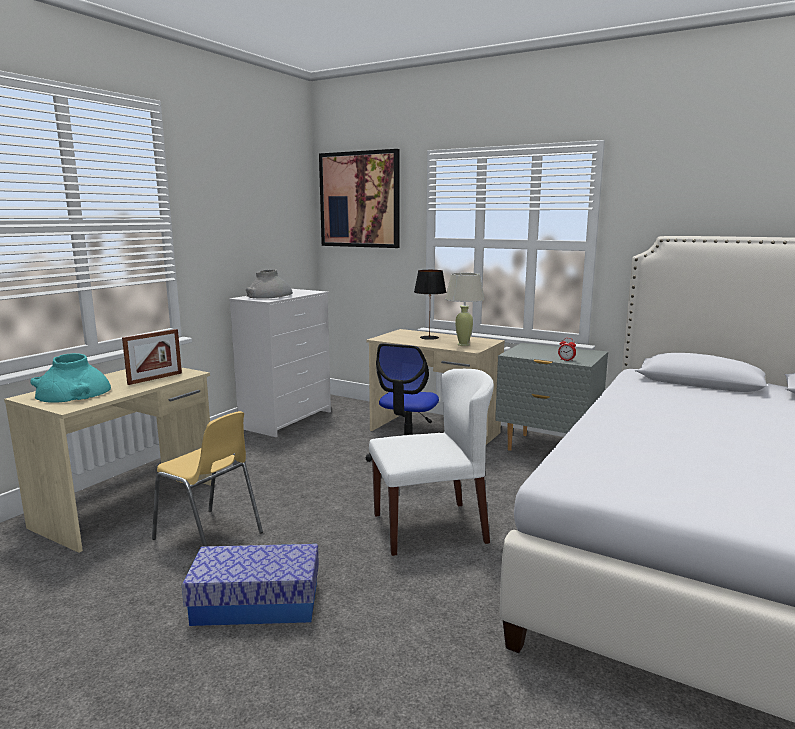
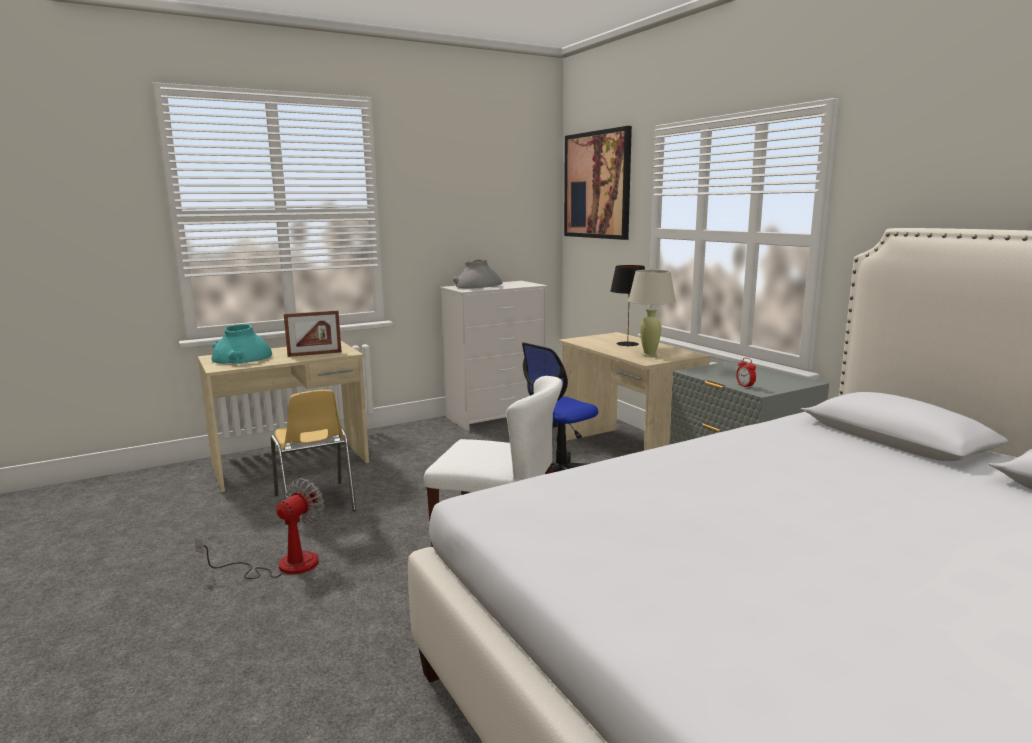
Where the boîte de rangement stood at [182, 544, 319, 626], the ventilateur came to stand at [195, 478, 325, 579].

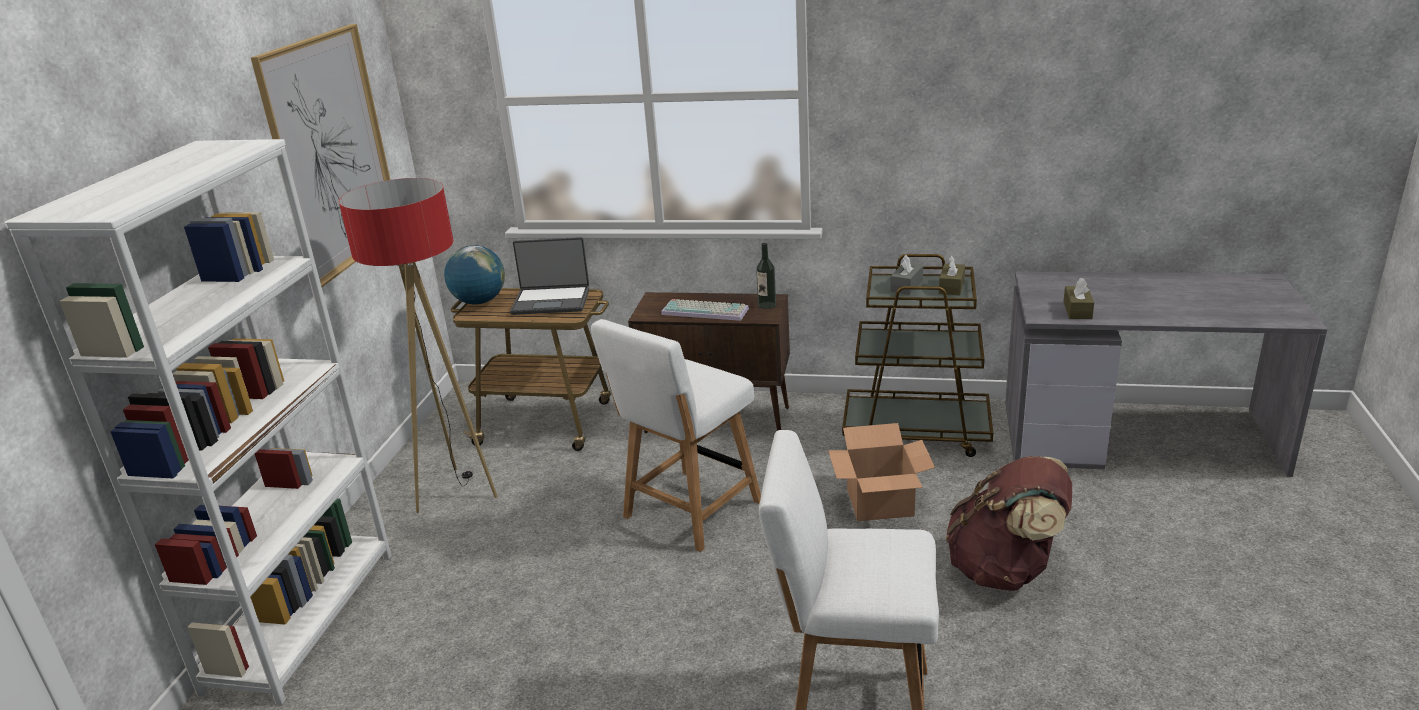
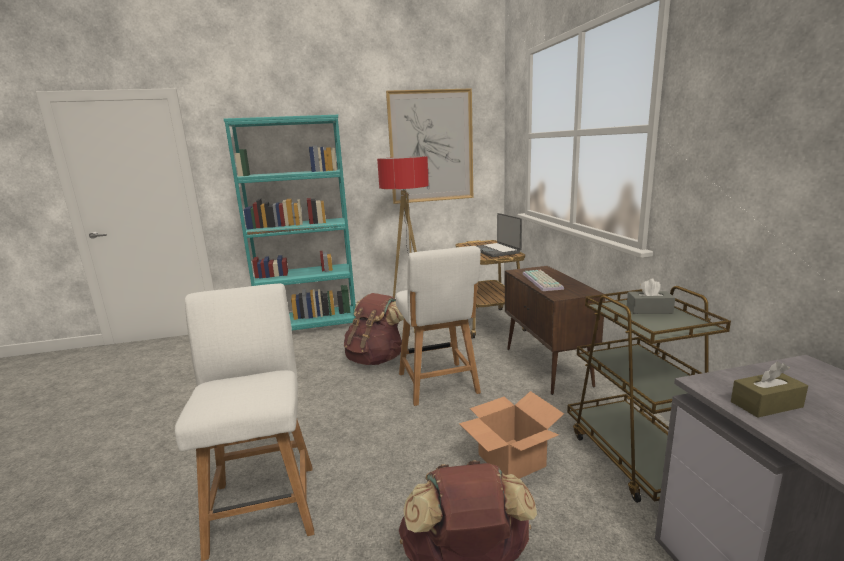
What was the bibliothèque/blanc at [5, 139, 392, 705] turned into the bibliothèque/turquoise at [224, 115, 356, 330].
The second view gained the sac à dos/marron at [344, 293, 404, 365].
The chaise/blanc at [591, 319, 761, 552] ended up facing another way, 120 degrees counterclockwise from before.
The second view lost the globe at [444, 245, 505, 305].
The second view lost the bouteille at [756, 243, 776, 309].
The second view lost the boîte à mouchoirs/marron at [939, 255, 965, 295].

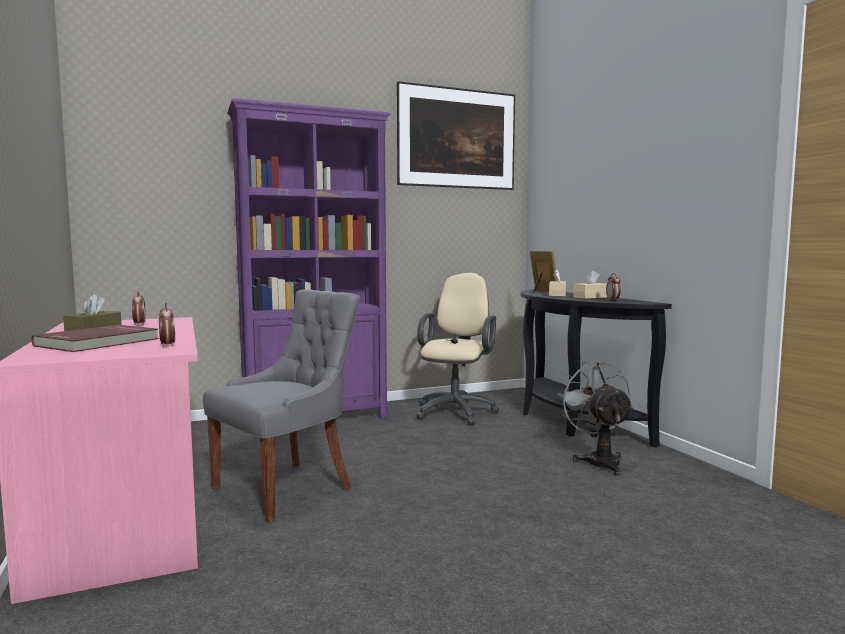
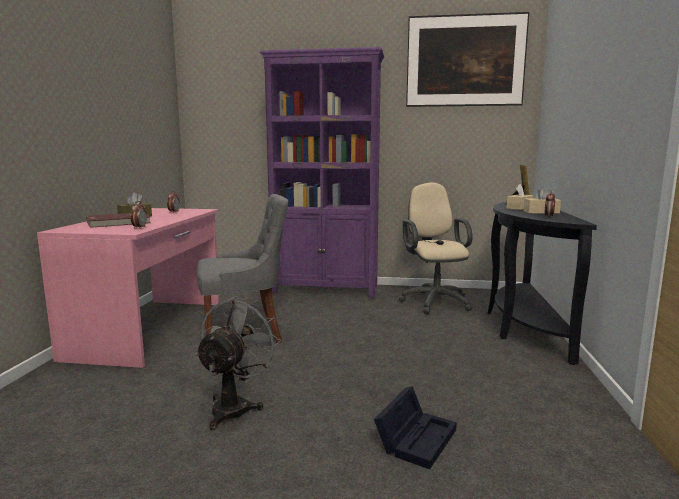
The ventilateur/gris ended up elsewhere, having gone from [557, 362, 633, 475] to [195, 296, 281, 430].
The second view gained the boîte de rangement/noir at [374, 386, 457, 470].
The chaise de bureau/beige at [416, 273, 499, 425] ended up facing another way, 60 degrees counterclockwise from before.

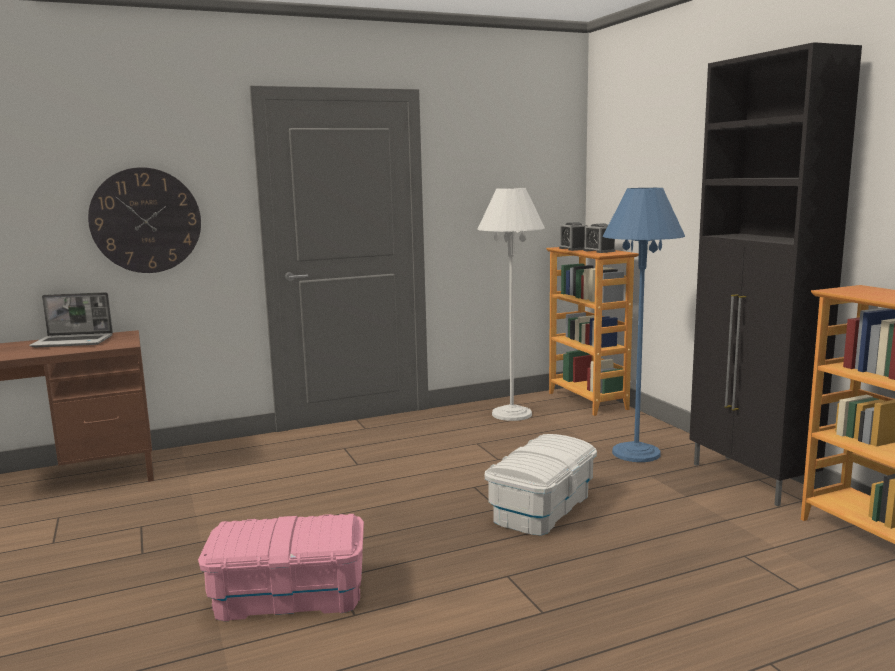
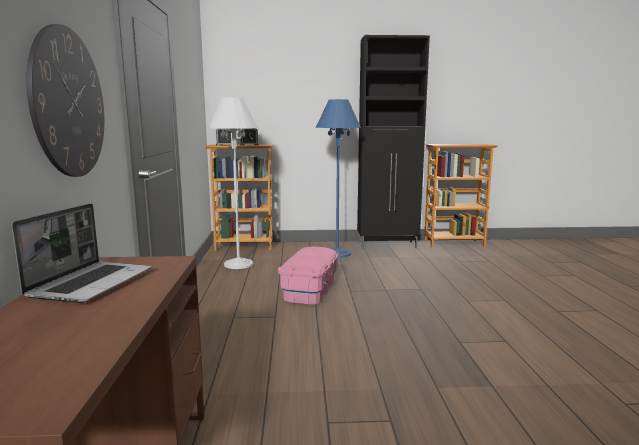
The boîte de rangement/rose ended up elsewhere, having gone from [198, 514, 364, 621] to [278, 247, 339, 304].
The second view lost the boîte de rangement/blanc at [485, 434, 597, 536].

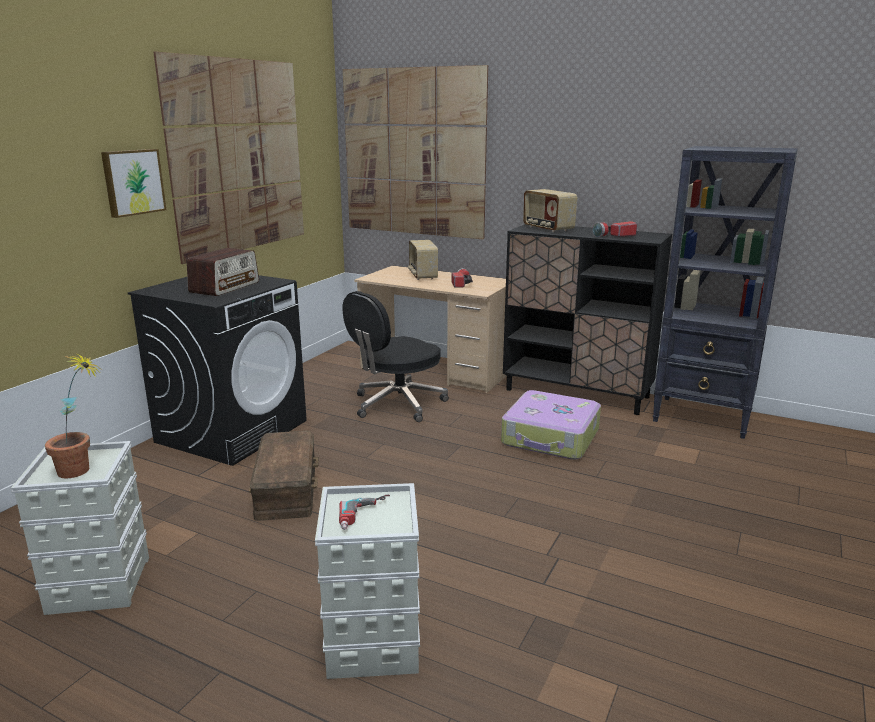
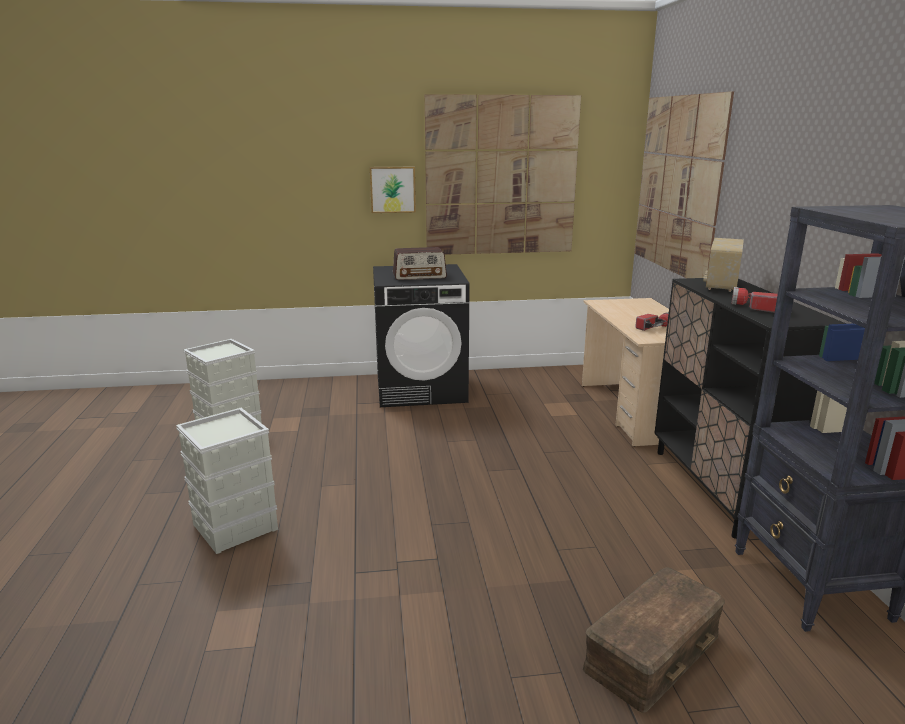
The boîte de rangement/marron ended up elsewhere, having gone from [249, 431, 319, 521] to [583, 567, 725, 713].
The second view lost the plante en pot at [45, 353, 103, 478].
The second view lost the perceuse at [339, 495, 390, 530].
The second view lost the chaise de bureau/noir at [342, 291, 449, 422].
The second view lost the radio at [408, 240, 438, 280].
The second view lost the valise at [501, 390, 601, 460].

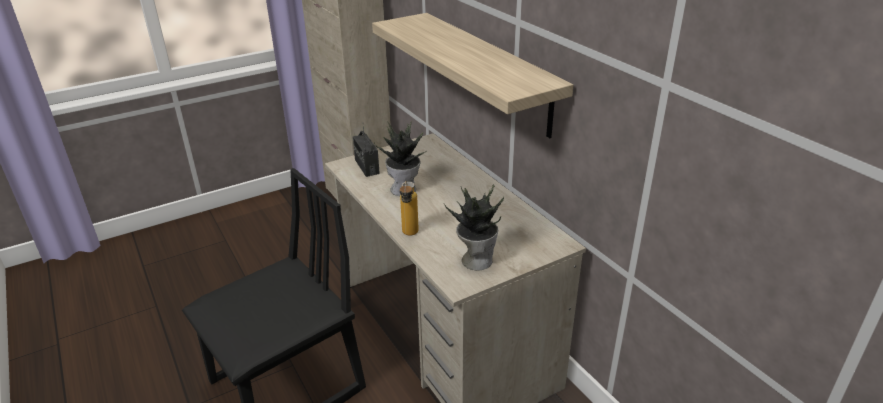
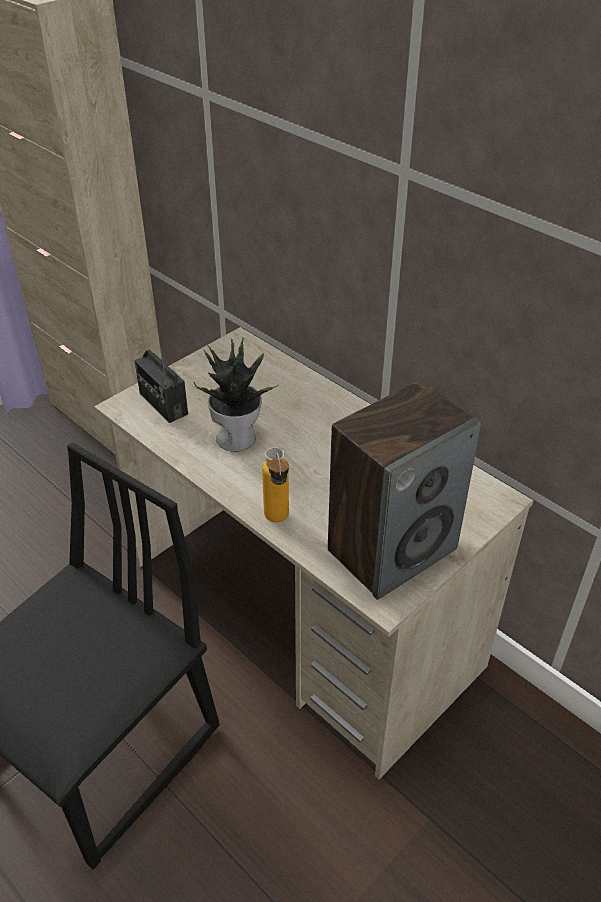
Where the plante en pot stood at [444, 184, 504, 271], the enceinte came to stand at [328, 380, 481, 600].
The second view lost the étagère at [372, 13, 573, 138].

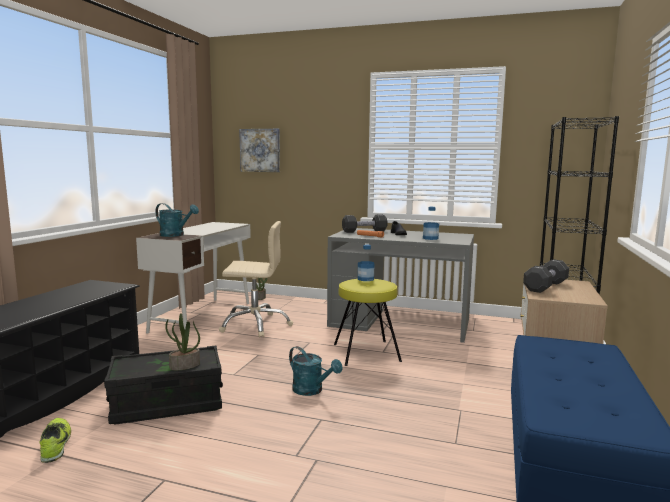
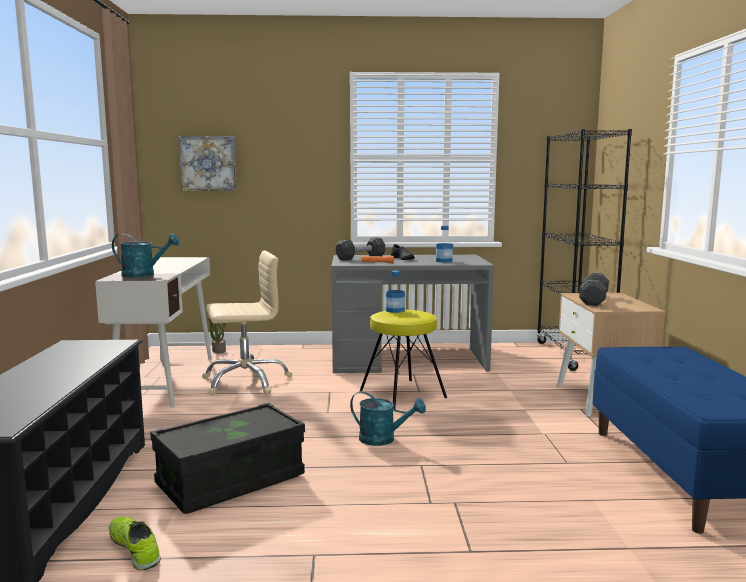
The second view lost the plante en pot at [165, 313, 200, 370].

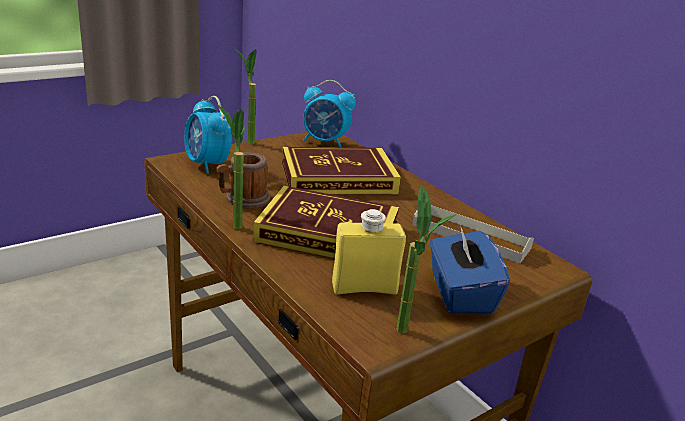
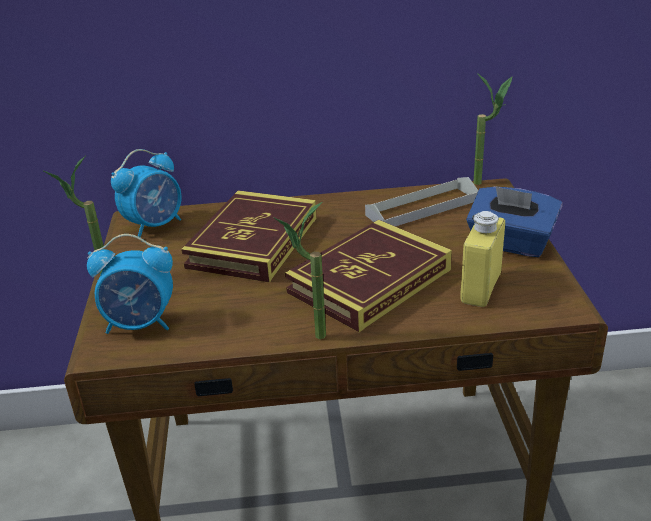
The plante en pot ended up elsewhere, having gone from [397, 184, 457, 334] to [473, 73, 512, 185].
The second view lost the mug at [216, 152, 270, 209].

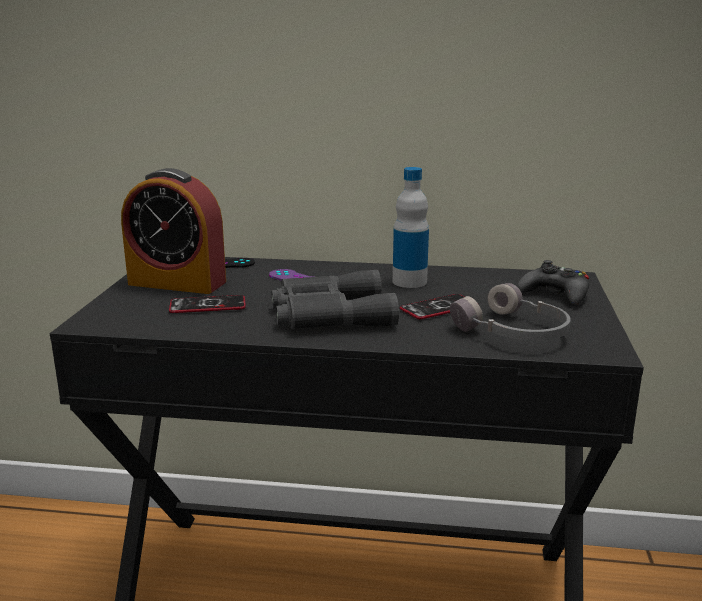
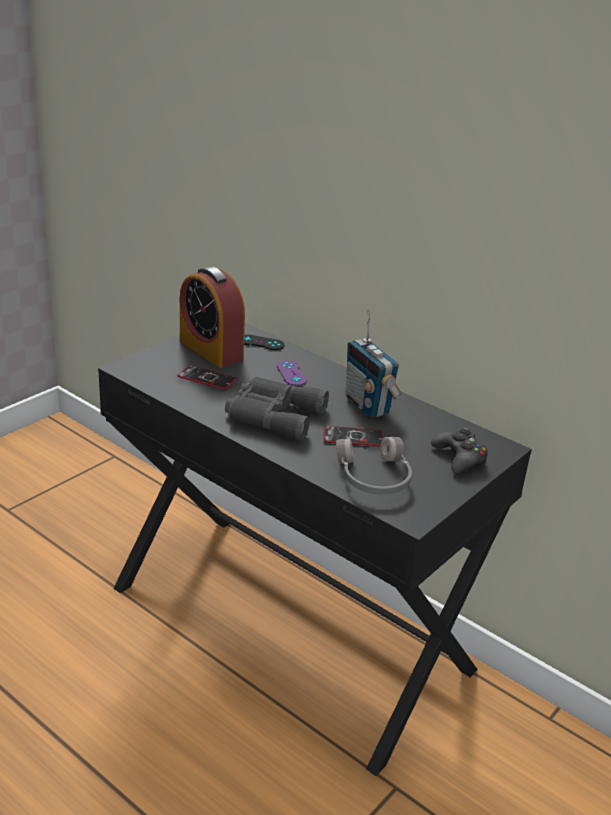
Where the bouteille stood at [393, 167, 429, 288], the radio came to stand at [345, 309, 402, 418].

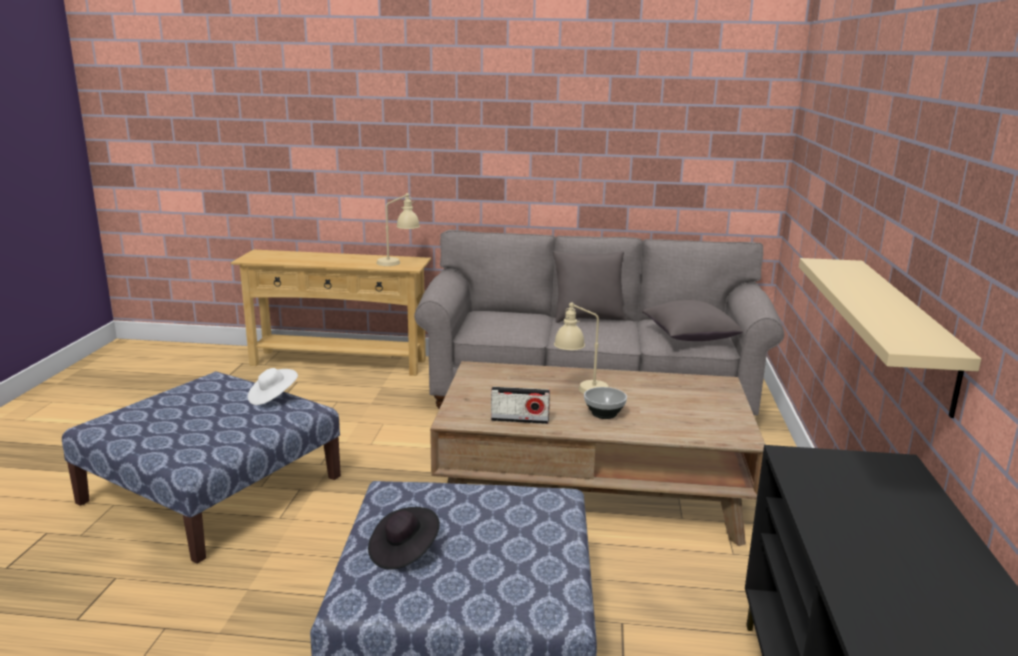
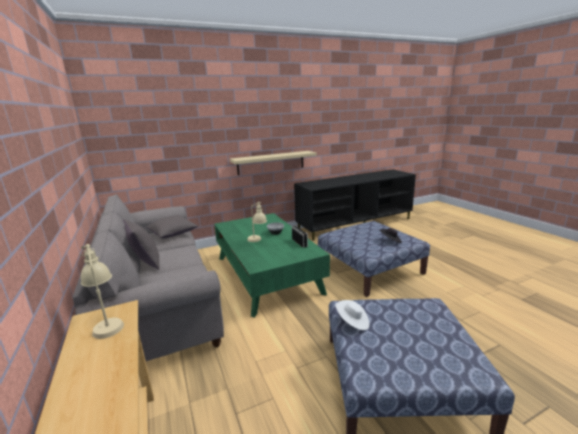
What was the table basse/marron at [430, 361, 766, 546] turned into the table basse/vert at [214, 213, 330, 318].

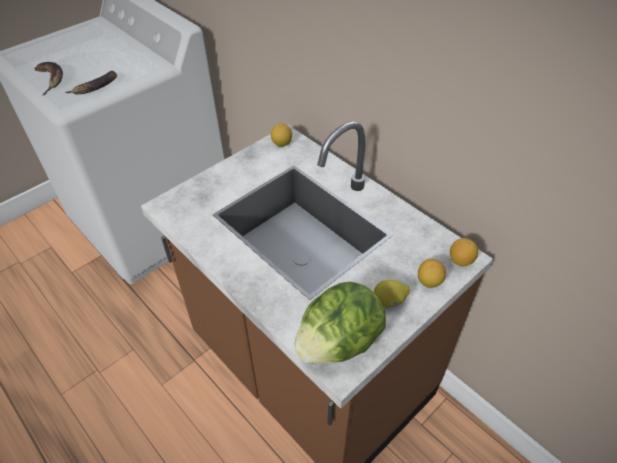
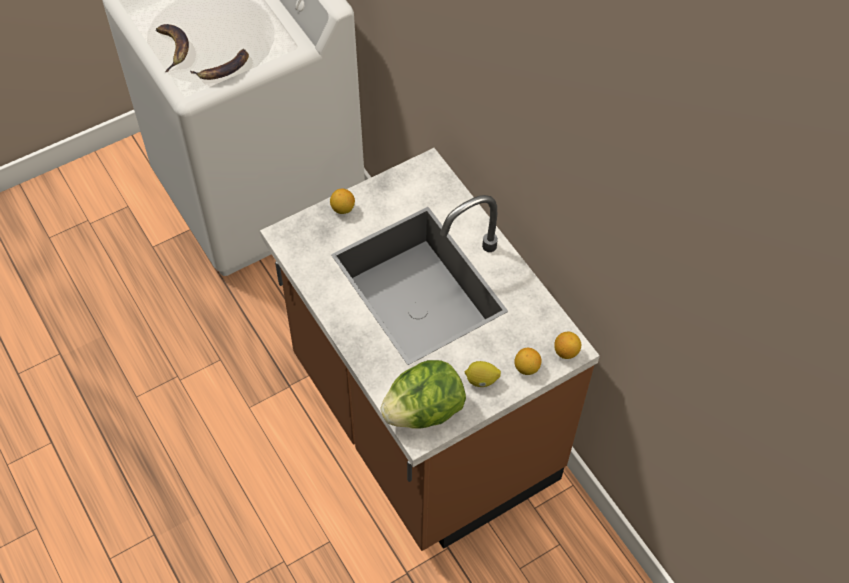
The citron ended up elsewhere, having gone from [271, 123, 292, 147] to [330, 188, 355, 214].

